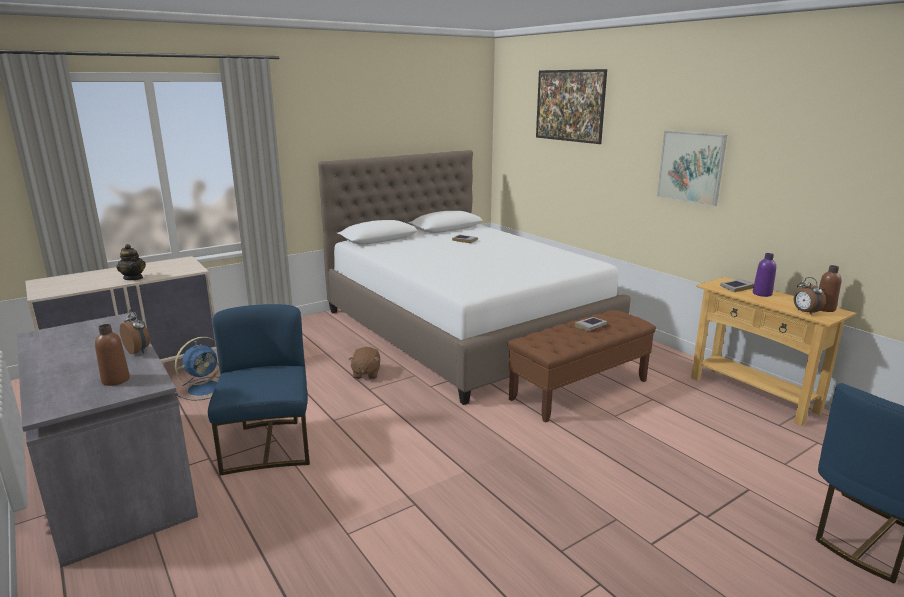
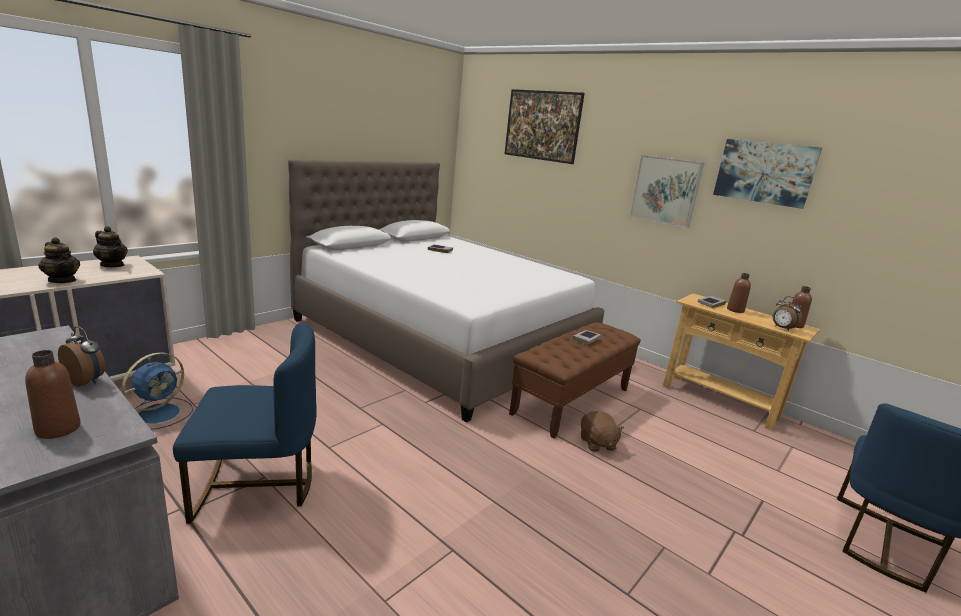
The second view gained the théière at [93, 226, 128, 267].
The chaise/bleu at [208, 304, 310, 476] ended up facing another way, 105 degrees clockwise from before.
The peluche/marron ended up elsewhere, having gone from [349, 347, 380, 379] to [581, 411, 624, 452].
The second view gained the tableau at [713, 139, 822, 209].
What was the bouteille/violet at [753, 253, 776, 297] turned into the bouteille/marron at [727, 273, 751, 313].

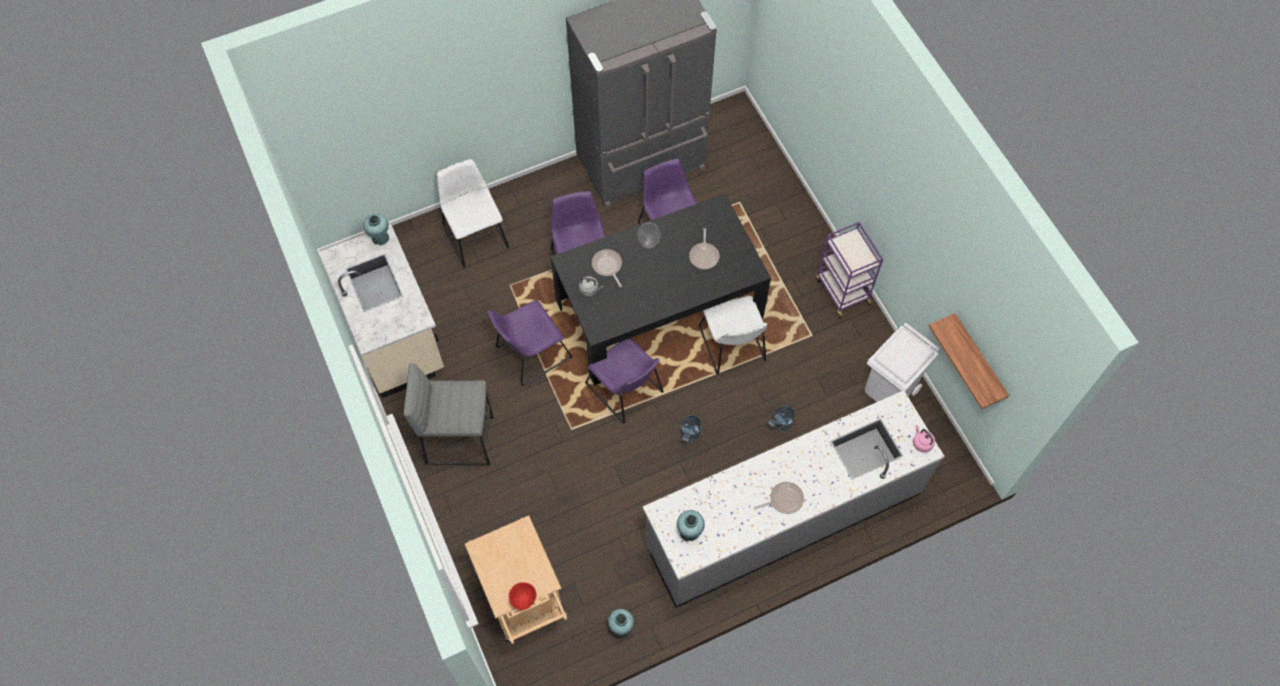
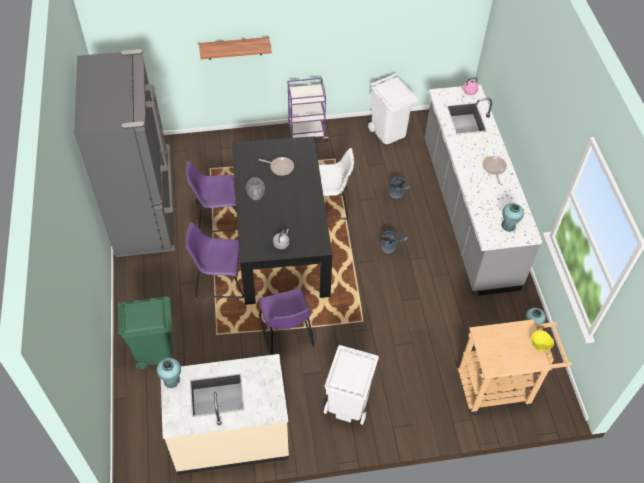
Where the chaise/blanc stood at [437, 159, 510, 267], the poubelle/vert came to stand at [117, 296, 173, 369].
The étagère ended up elsewhere, having gone from [929, 313, 1009, 409] to [199, 37, 272, 60].
Where the tabouret/gris stood at [404, 363, 494, 466], the poubelle/blanc came to stand at [324, 345, 379, 425].
What was the bol/rouge at [509, 582, 536, 610] turned into the bol/jaune at [531, 330, 554, 351].
The second view lost the chaise/violet at [585, 338, 664, 424].
The second view lost the poêle at [592, 249, 622, 287].

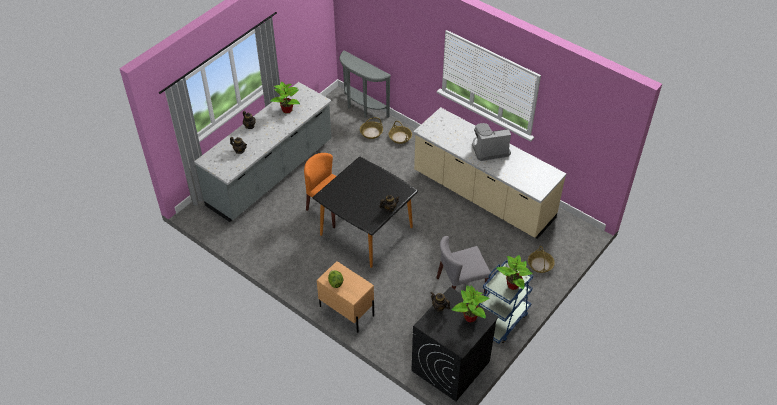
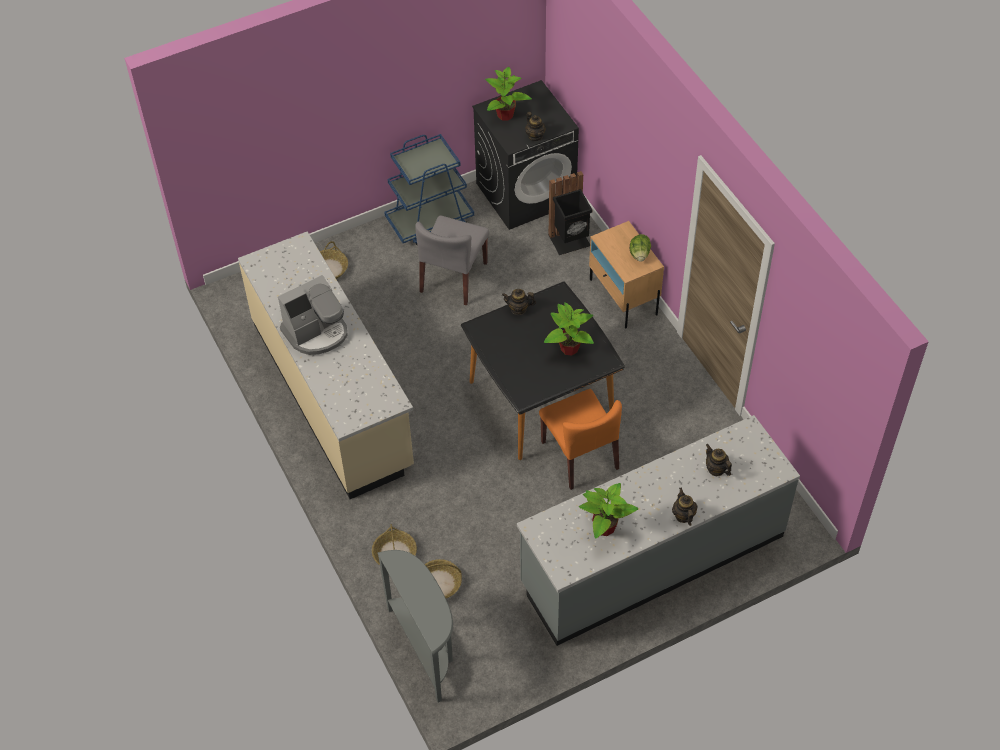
The machine à café at [472, 123, 511, 161] ended up facing another way, 45 degrees counterclockwise from before.
The chaise/gris at [436, 236, 491, 294] ended up facing another way, 105 degrees clockwise from before.
The plante en pot ended up elsewhere, having gone from [496, 255, 533, 290] to [544, 302, 594, 356].
The second view gained the poubelle/noir at [548, 171, 592, 255].

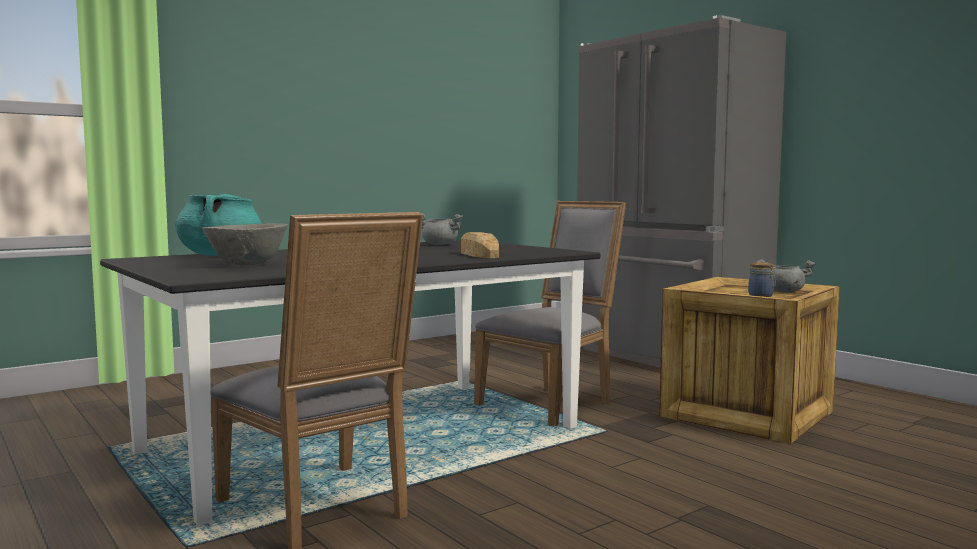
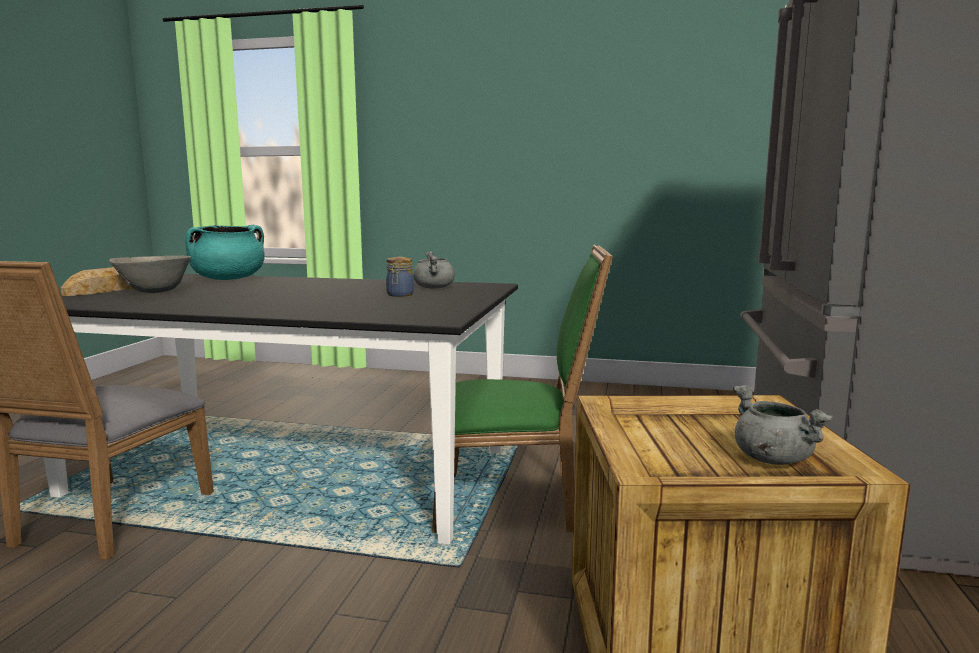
The pain ended up elsewhere, having gone from [461, 232, 499, 258] to [61, 267, 133, 296].
The bocal ended up elsewhere, having gone from [748, 262, 776, 297] to [386, 257, 414, 297].
What was the chaise/gris at [474, 201, 626, 426] turned into the chaise/vert at [432, 244, 613, 533].

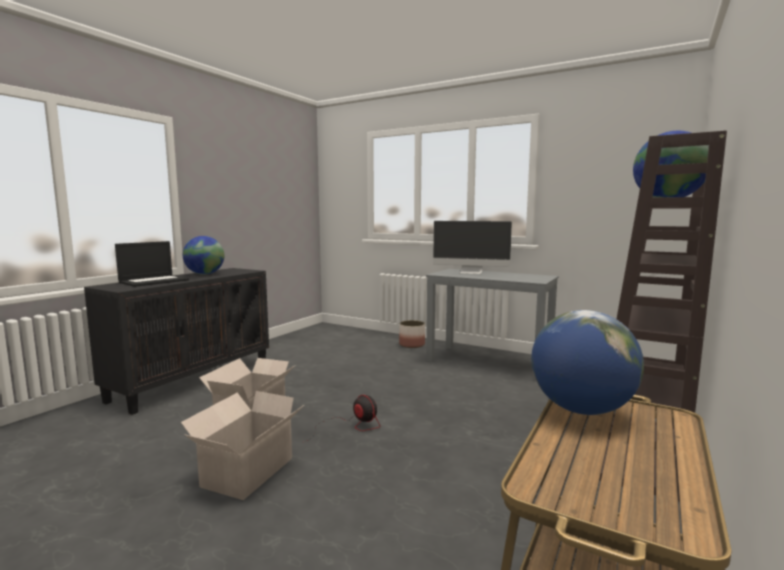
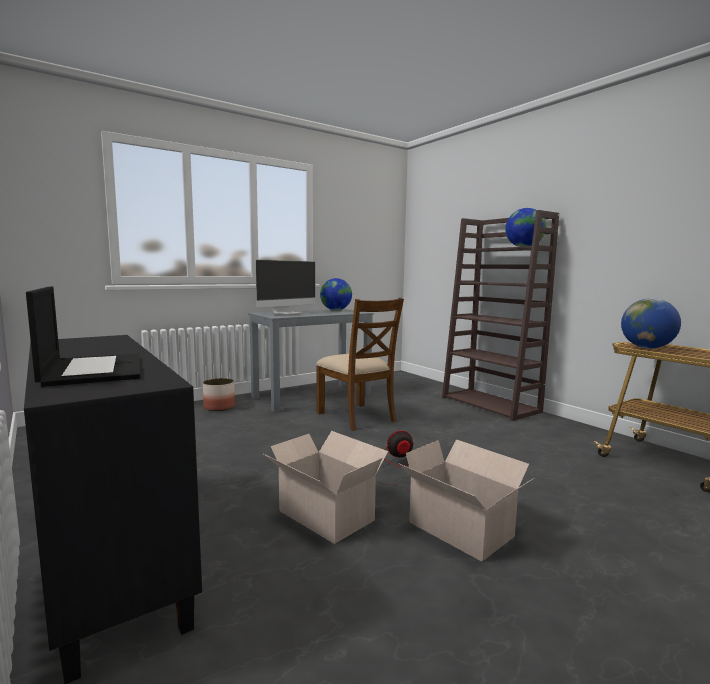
The second view gained the chaise/marron at [316, 298, 404, 431].
The globe ended up elsewhere, having gone from [183, 236, 224, 275] to [320, 278, 352, 311].

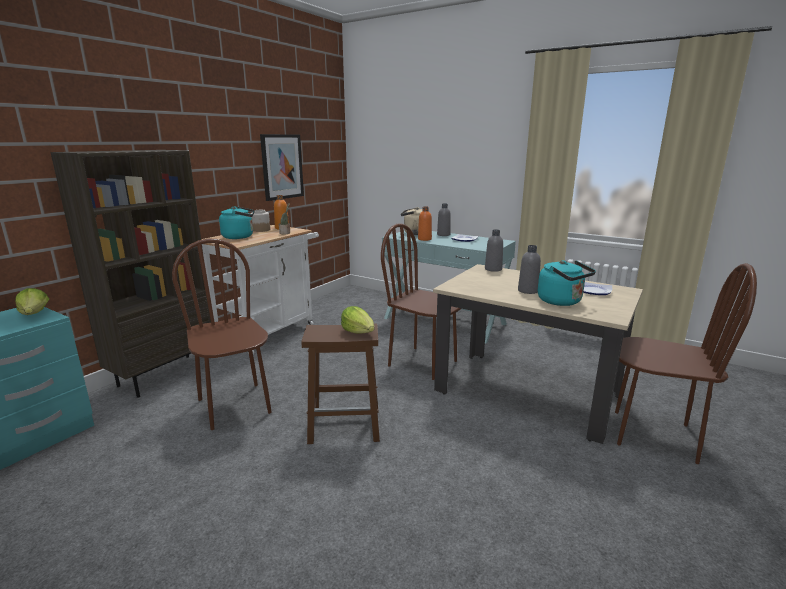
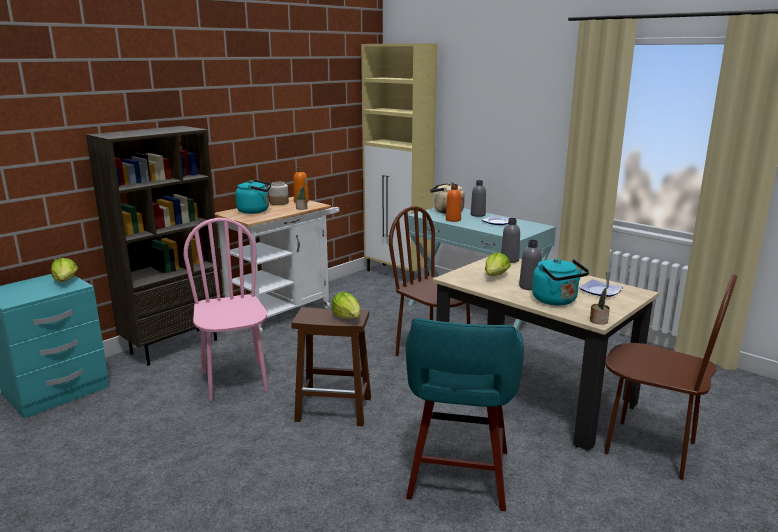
What was the chaise/marron at [172, 239, 272, 430] turned into the chaise/rose at [184, 218, 268, 401].
The second view gained the meuble de rangement/beige at [361, 43, 437, 280].
The second view gained the tabouret/turquoise at [406, 318, 524, 511].
The second view gained the laitue at [485, 252, 511, 276].
The second view gained the plante en pot at [590, 272, 610, 325].
The second view lost the tableau at [260, 134, 304, 201].

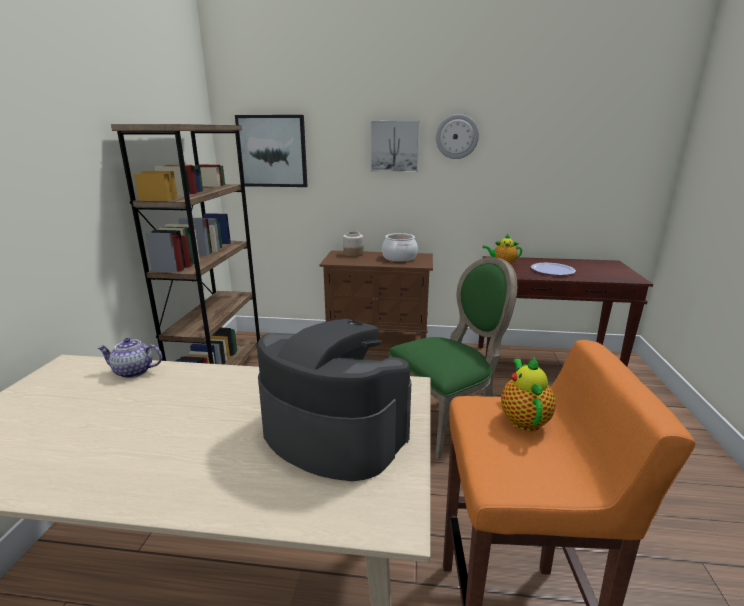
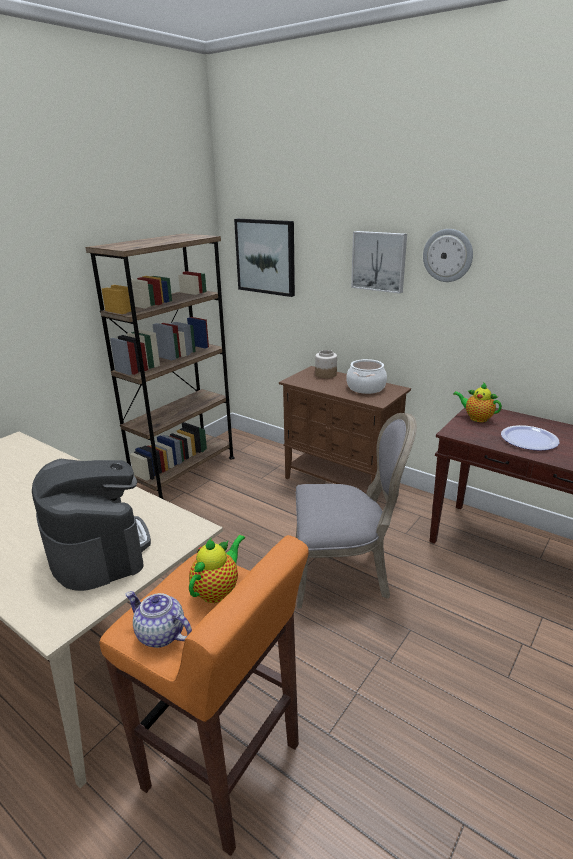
The théière ended up elsewhere, having gone from [97, 338, 162, 378] to [126, 591, 192, 648].
What was the chaise/vert at [389, 257, 517, 459] turned into the chaise/gris at [296, 413, 417, 609].

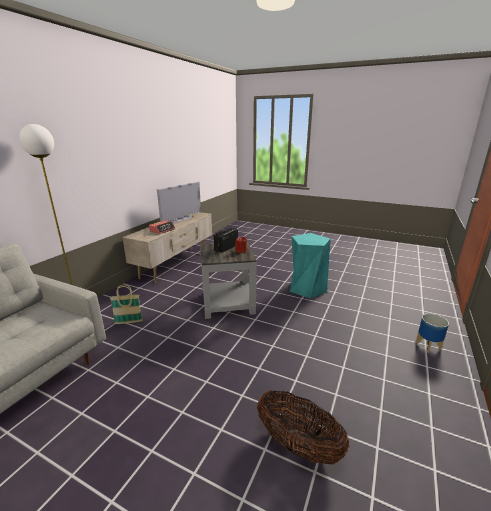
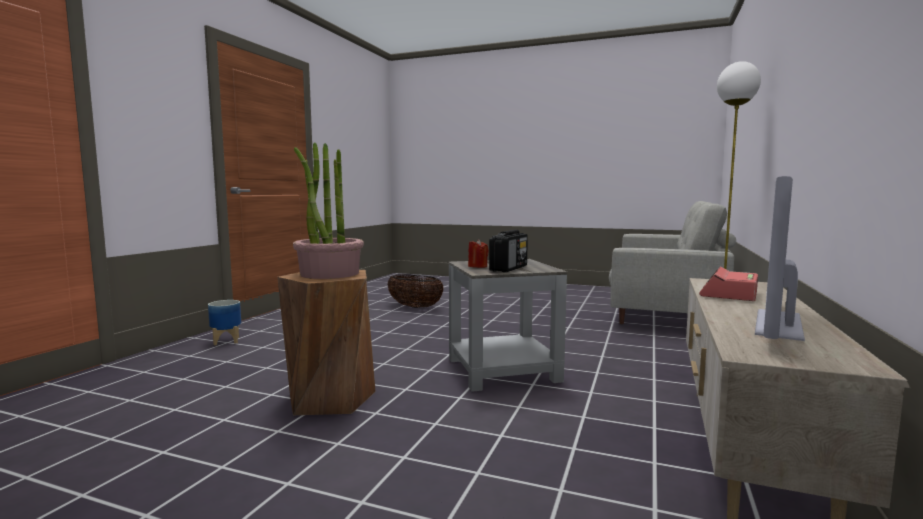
What was the tabouret/turquoise at [290, 233, 331, 299] turned into the tabouret/marron at [277, 270, 376, 415].
The second view gained the plante en pot at [293, 142, 364, 279].
The second view lost the panier at [110, 284, 143, 324].

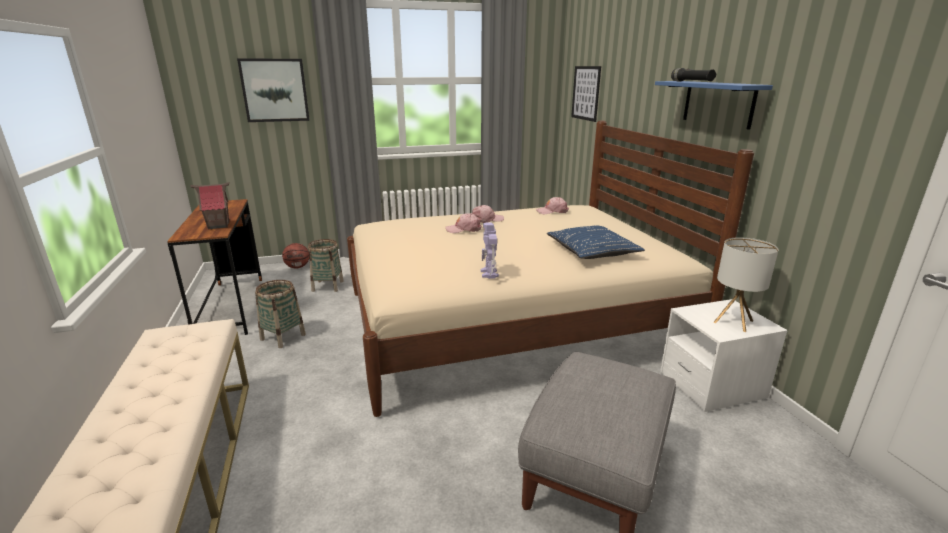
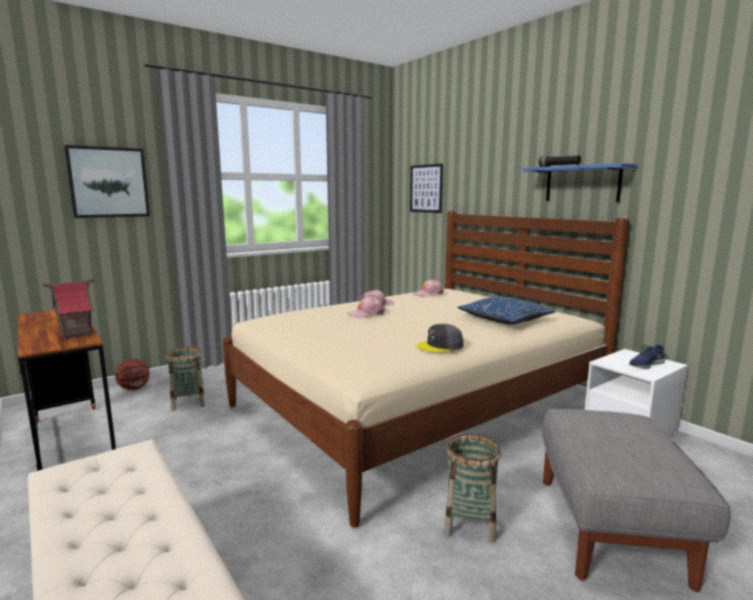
Where the robot jouet stood at [480, 222, 499, 279], the casquette/gris came to stand at [416, 324, 464, 353].
The panier ended up elsewhere, having gone from [255, 280, 306, 348] to [444, 433, 501, 543].
Where the lampe de table stood at [713, 237, 779, 332], the chaussure/bleu came to stand at [629, 344, 665, 369].

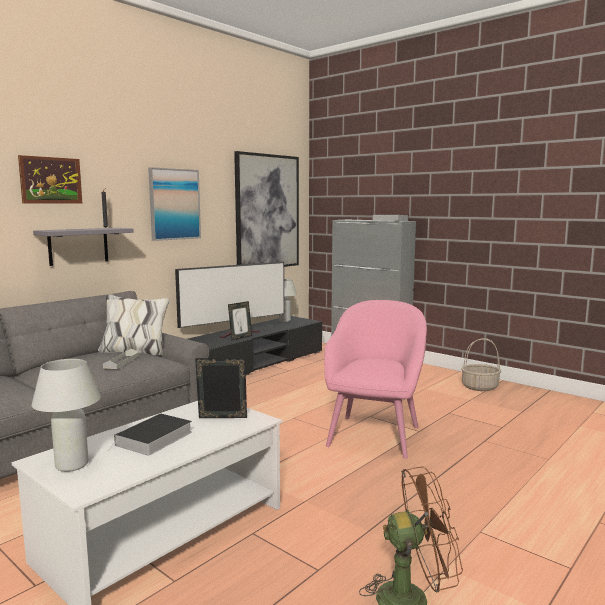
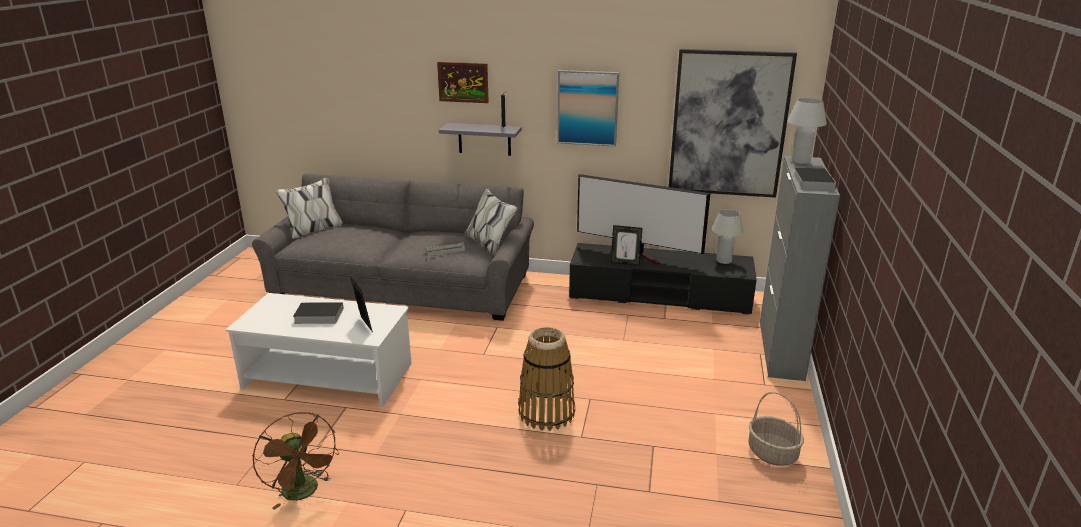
Where the fauteuil/rose stood at [324, 300, 427, 459], the panier came to stand at [519, 327, 575, 431].
The lampe de table/blanc ended up elsewhere, having gone from [32, 359, 101, 472] to [788, 98, 827, 164].

